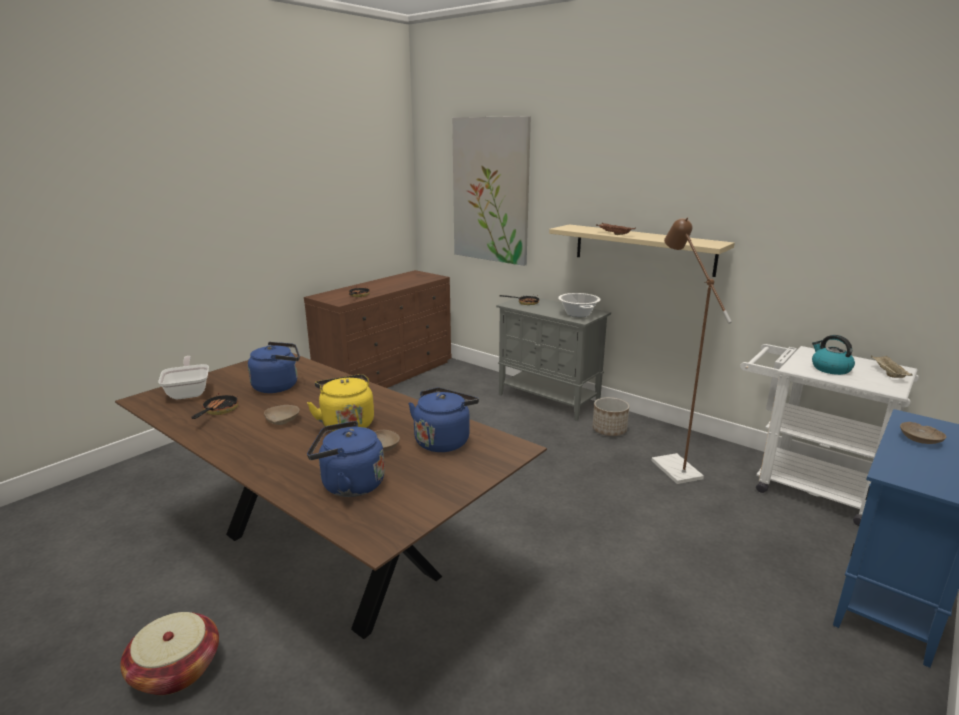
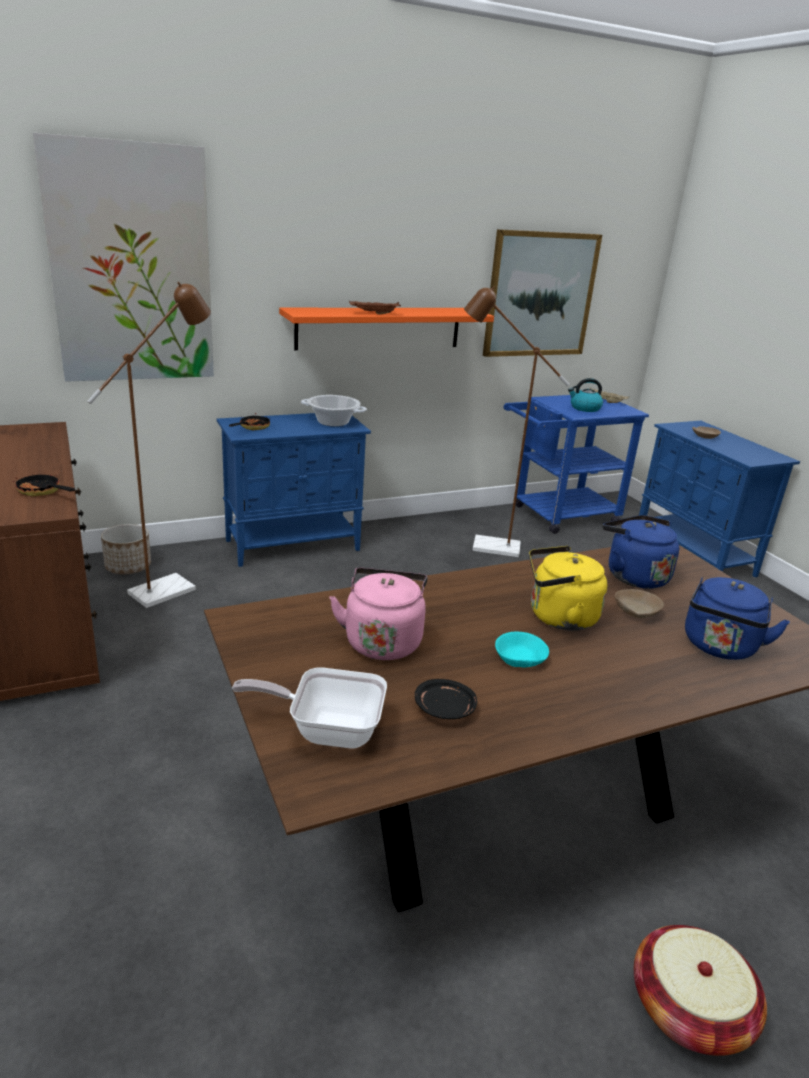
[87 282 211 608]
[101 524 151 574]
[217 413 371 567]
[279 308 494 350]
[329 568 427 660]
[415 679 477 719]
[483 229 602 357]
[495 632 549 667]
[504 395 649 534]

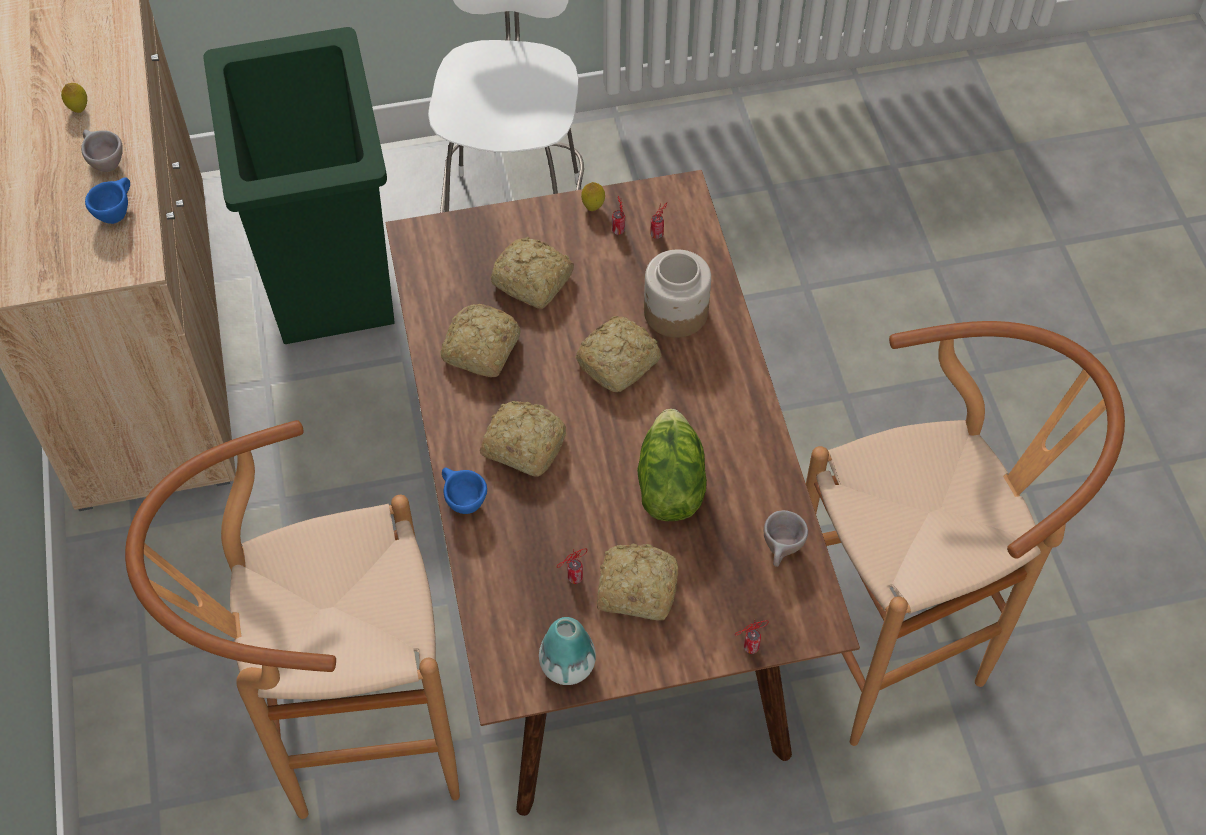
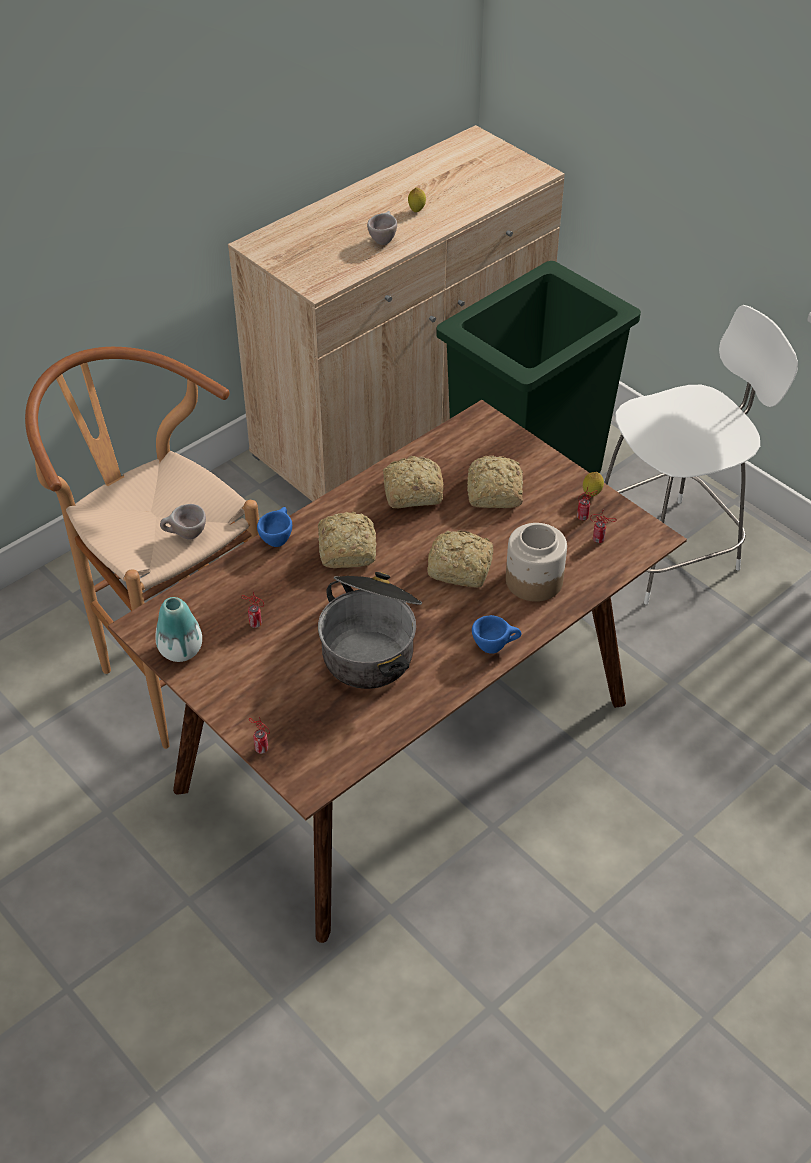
[160 504 206 539]
[318 572 422 689]
[472 615 521 654]
[597 544 678 620] (first image)
[806 321 1125 746] (first image)

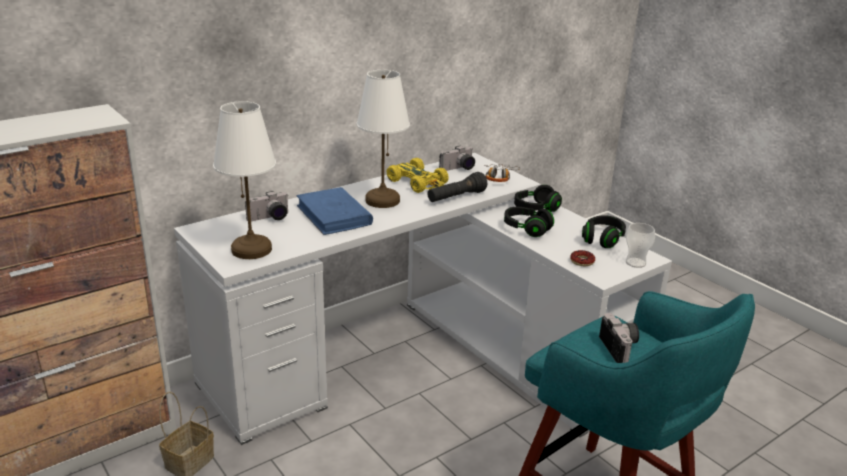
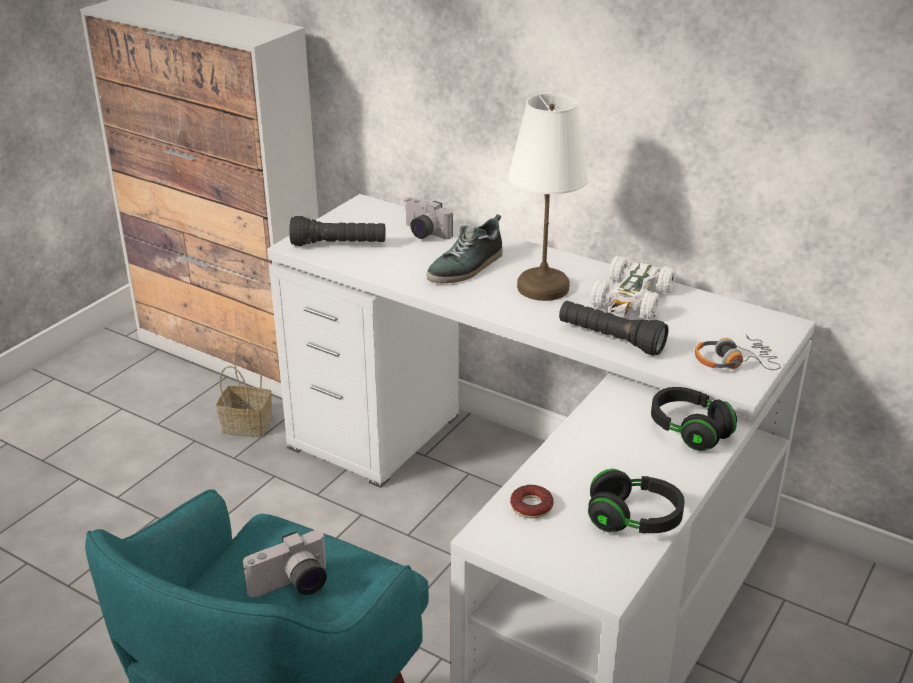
[289 216 386 246]
[426 214 502 283]
[590 256 676 319]
[439 146 475 171] (first image)
[504 207 554 237] (first image)
[626 223 655 268] (first image)

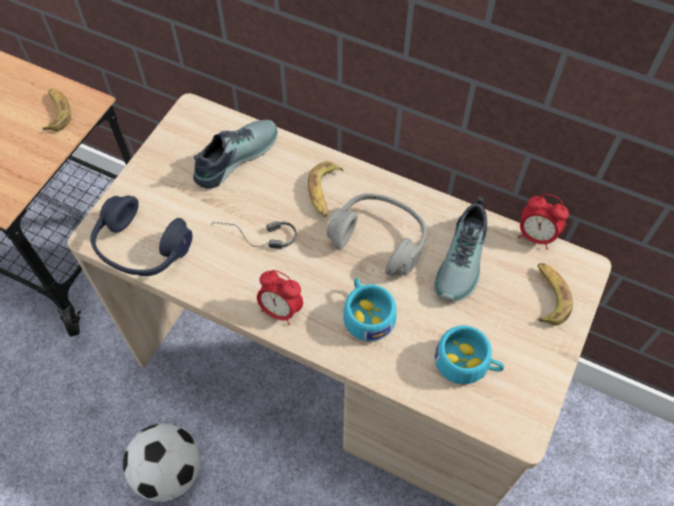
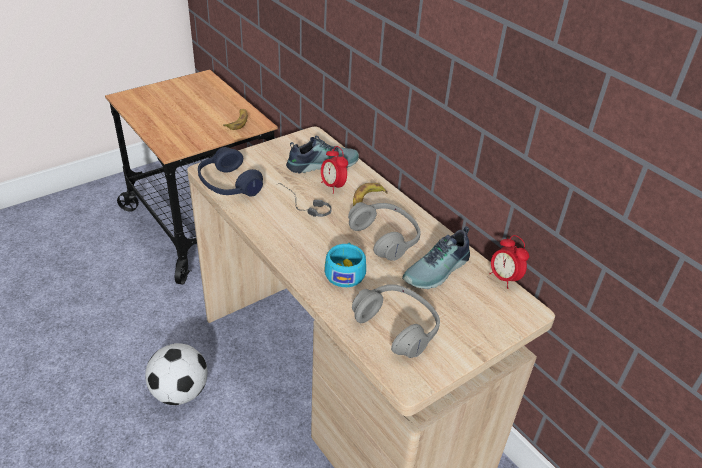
[321 146 348 194]
[352 284 440 358]
[537 263 573 325] (first image)

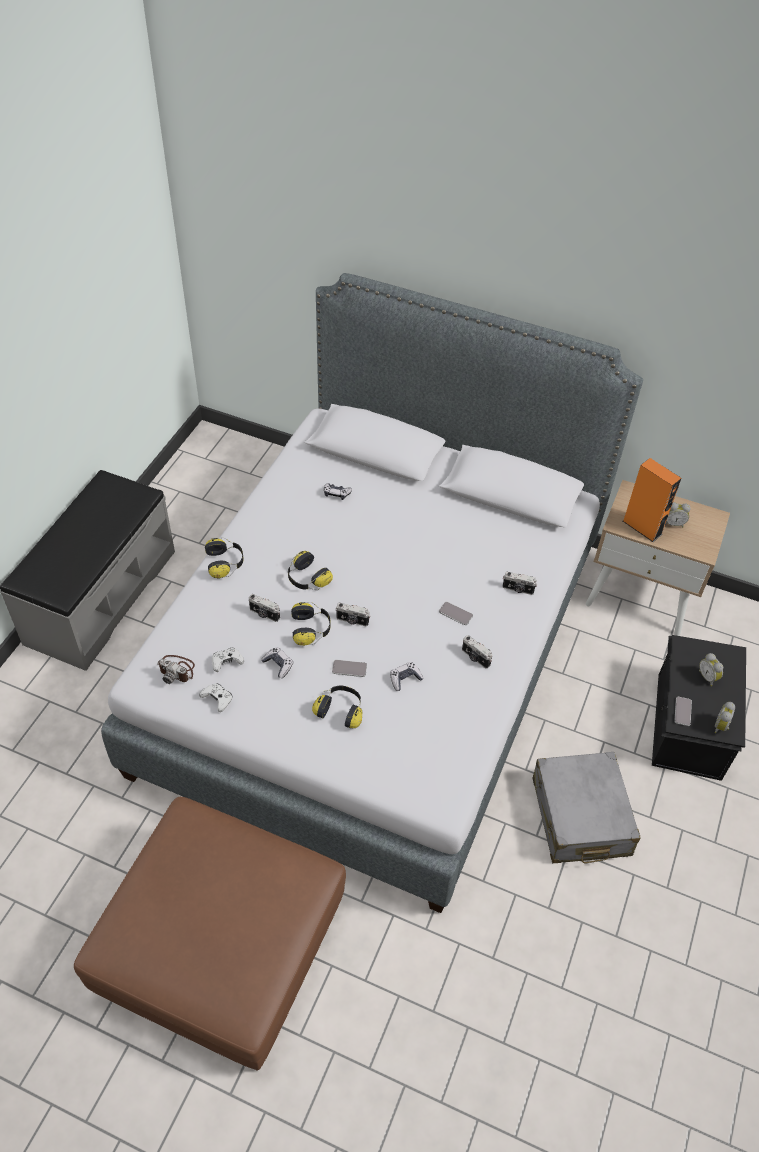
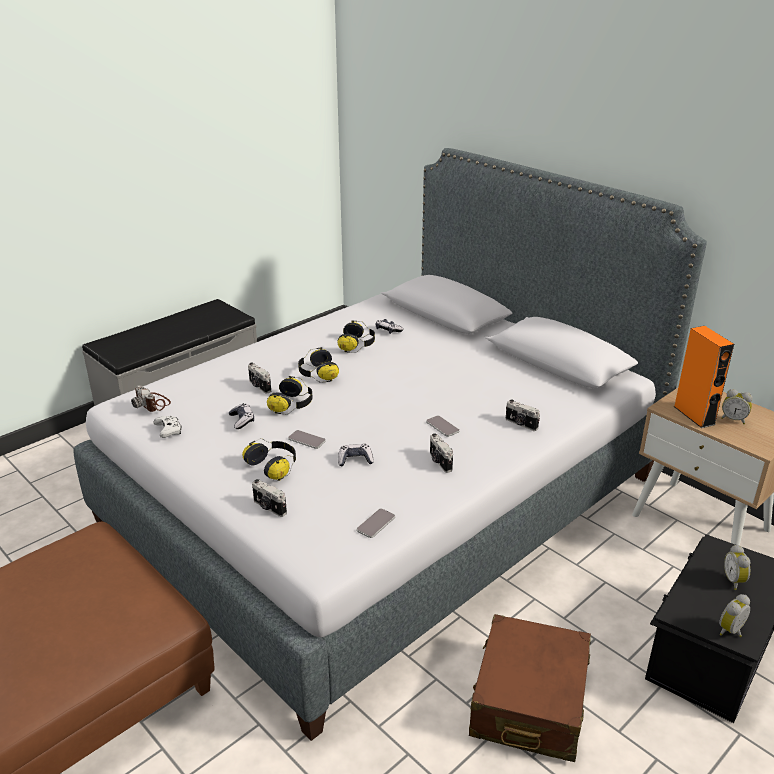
[252 479 287 517]
[337 320 375 353]
[357 508 395 538]
[469 614 591 762]
[212 647 244 672] (first image)

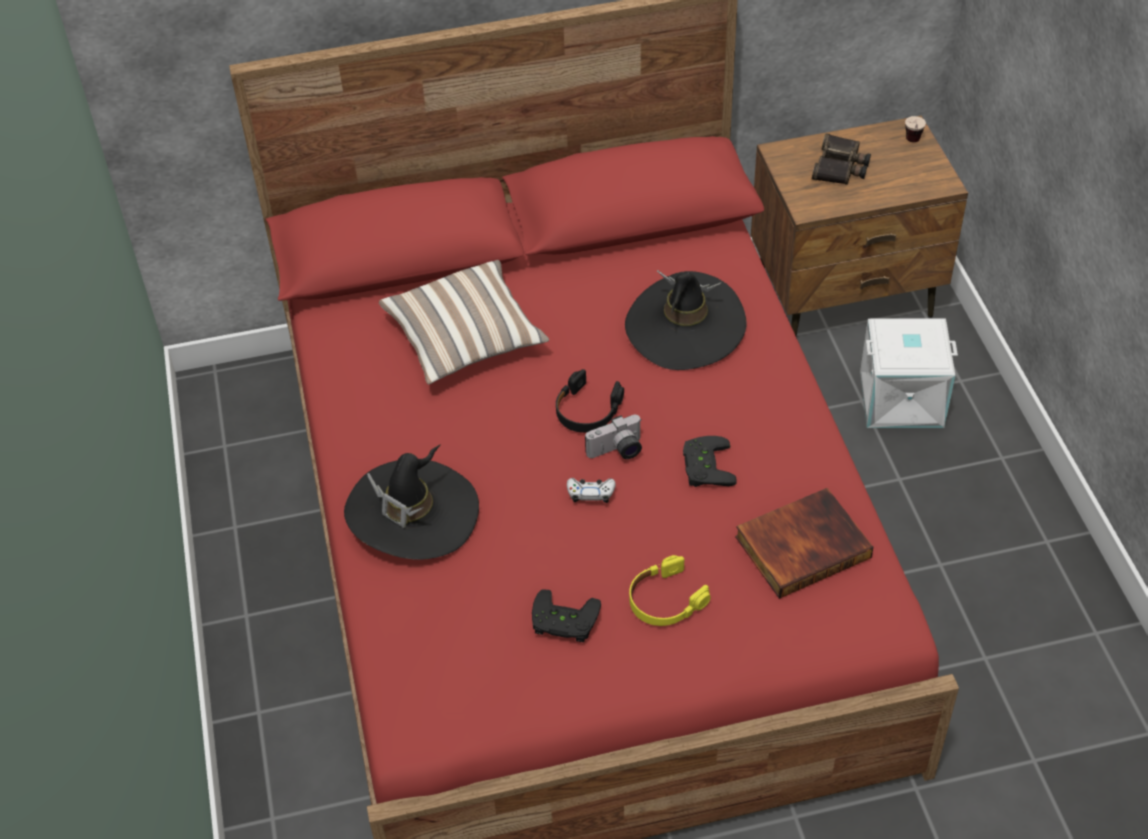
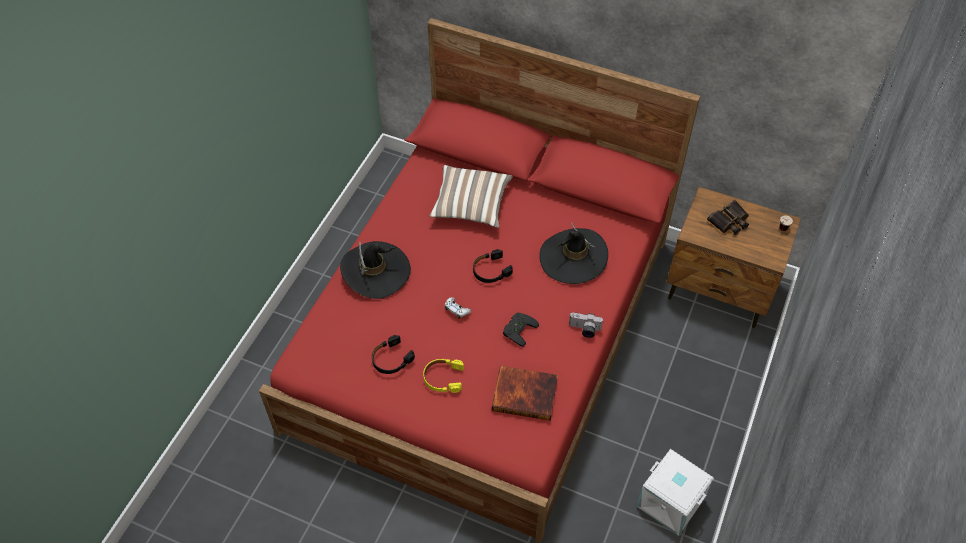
[372 335 415 374]
[569 313 603 338]
[636 449 714 536]

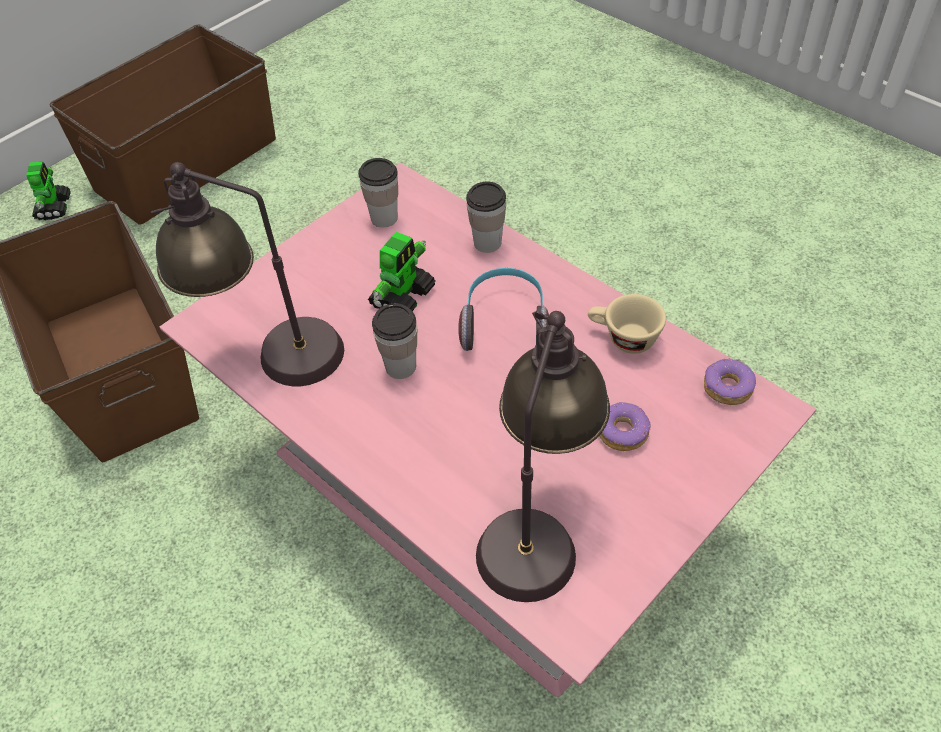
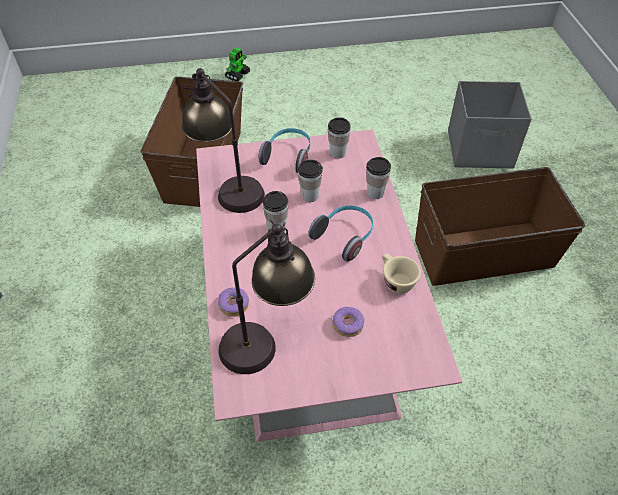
[218 288 249 317]
[258 128 310 173]
[298 160 323 202]
[415 167 585 286]
[448 81 532 168]

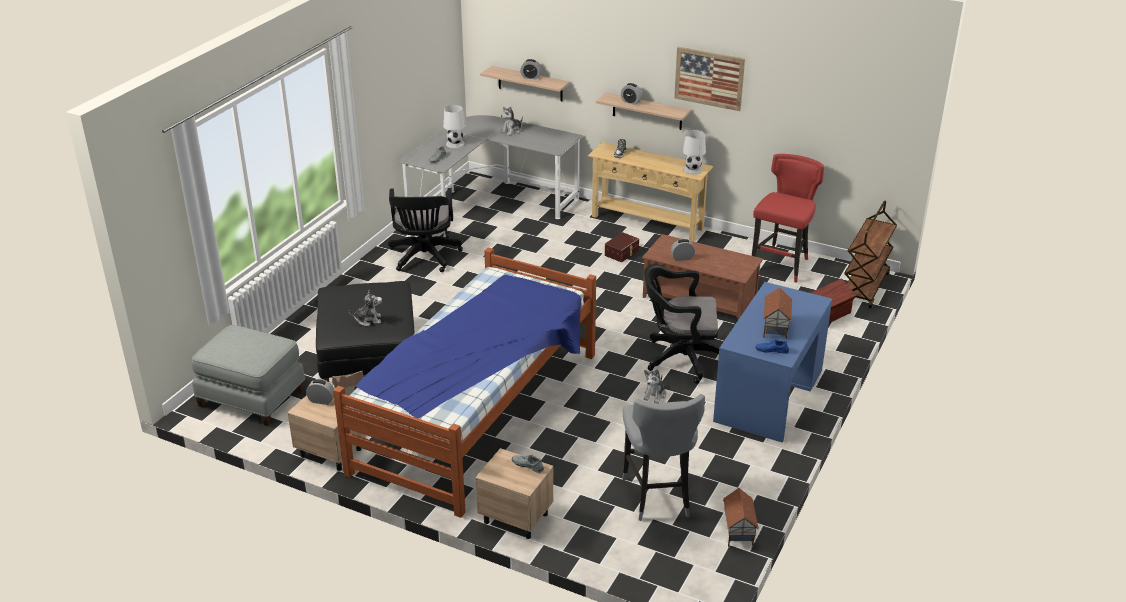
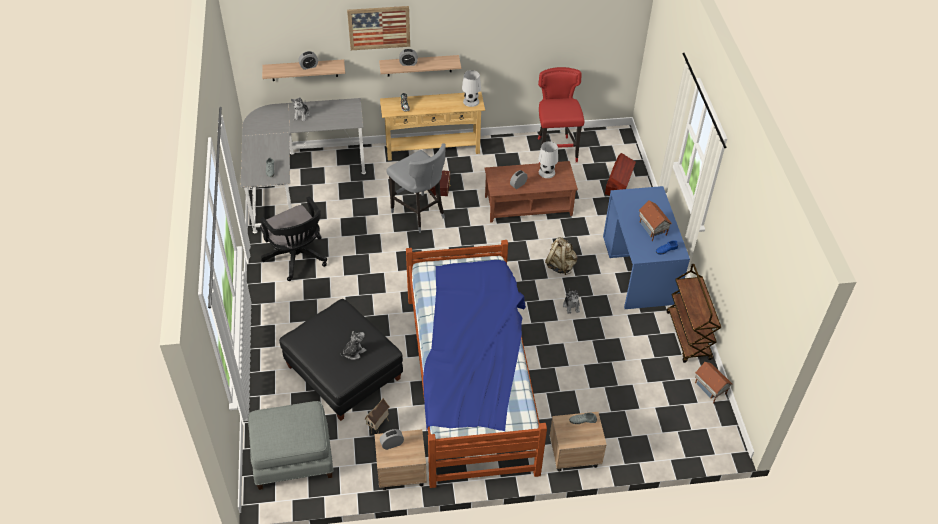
[347 6 410 50]
[387 143 446 233]
[538 141 558 178]
[545 237 578 275]
[667 264 721 363]

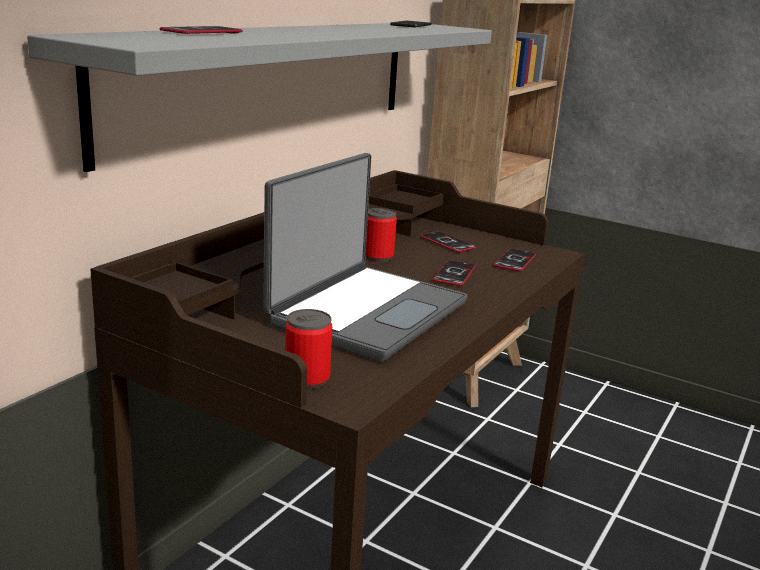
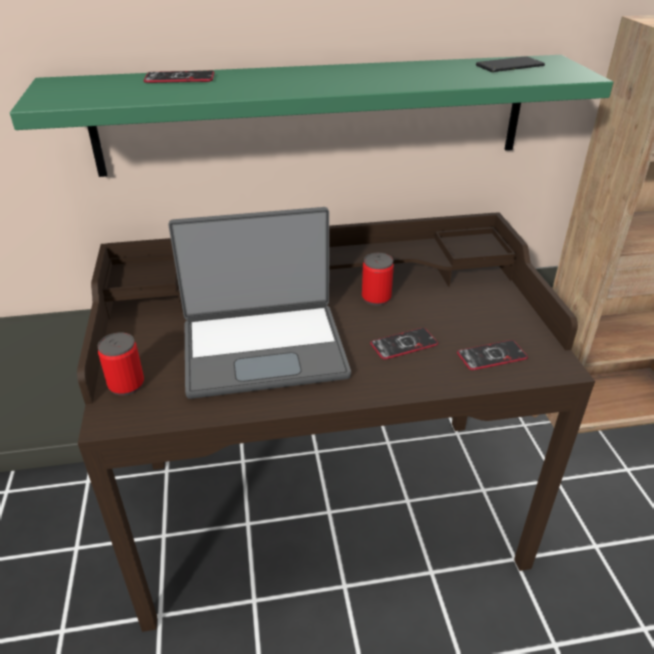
[10 55 613 177]
[420 231 476 252] (first image)

